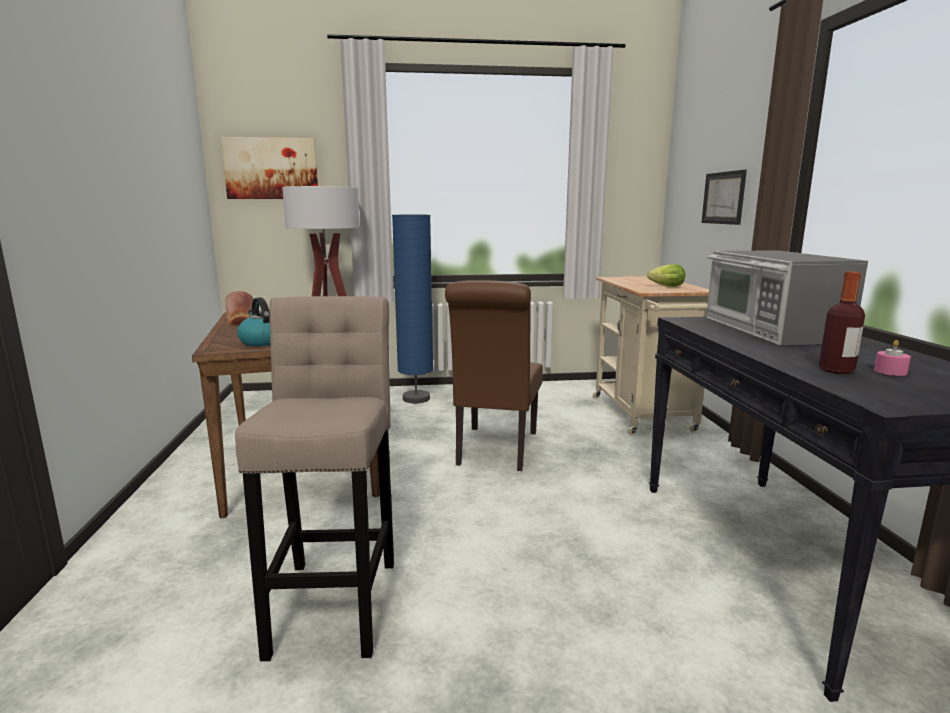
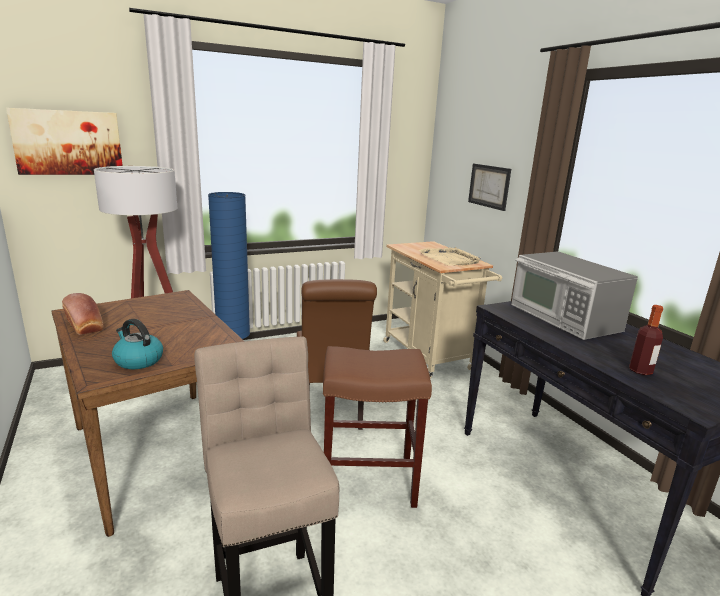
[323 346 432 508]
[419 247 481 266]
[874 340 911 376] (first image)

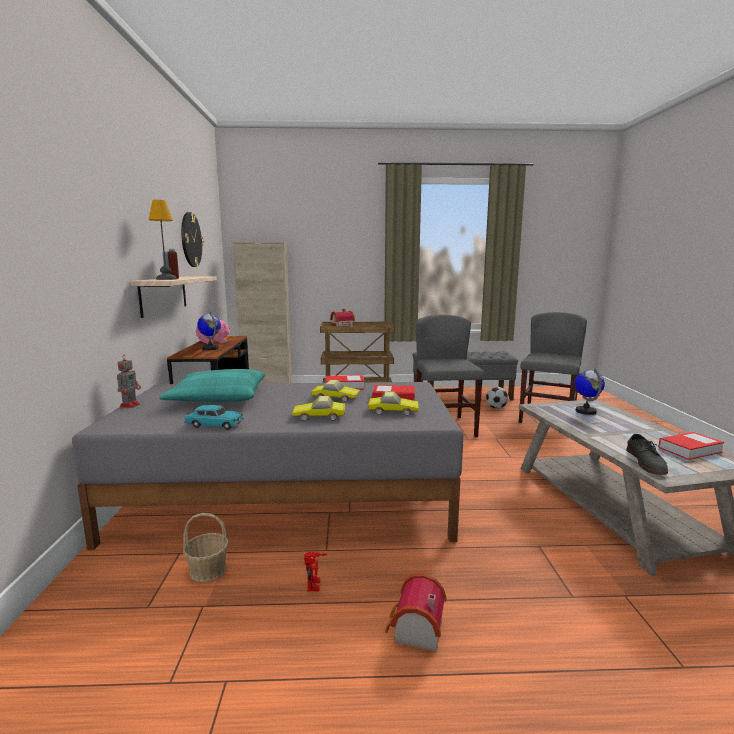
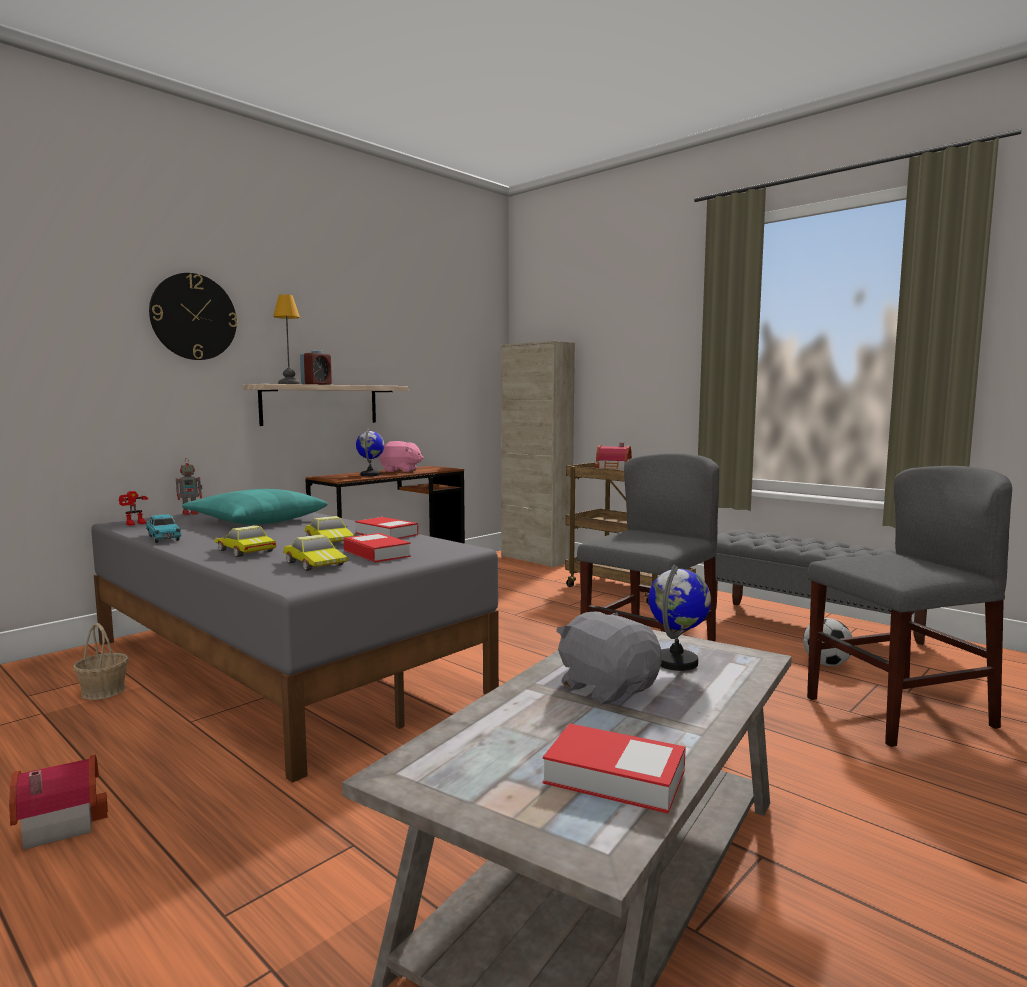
[119 491 148 526]
[149 273 237 360]
[556 612 662 704]
[626 434 668 475] (first image)

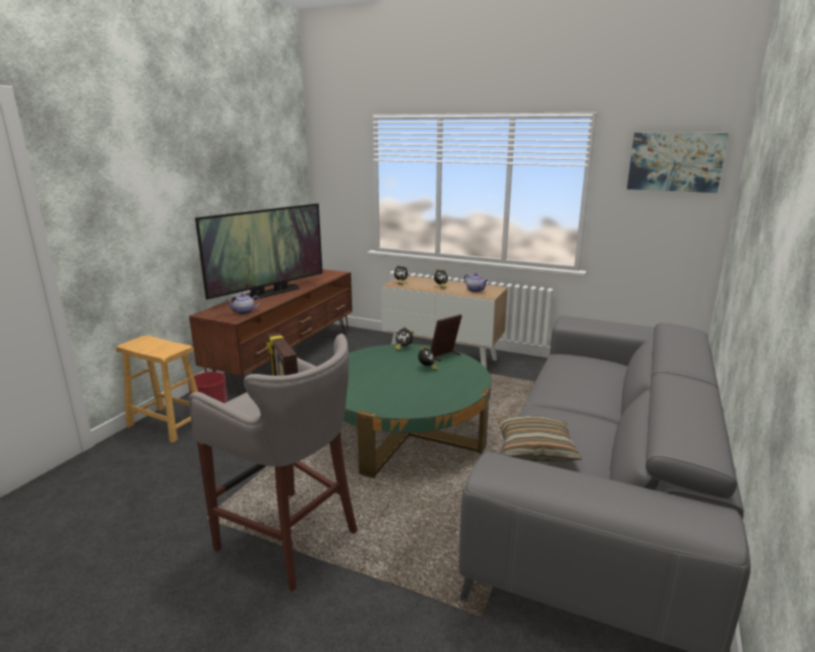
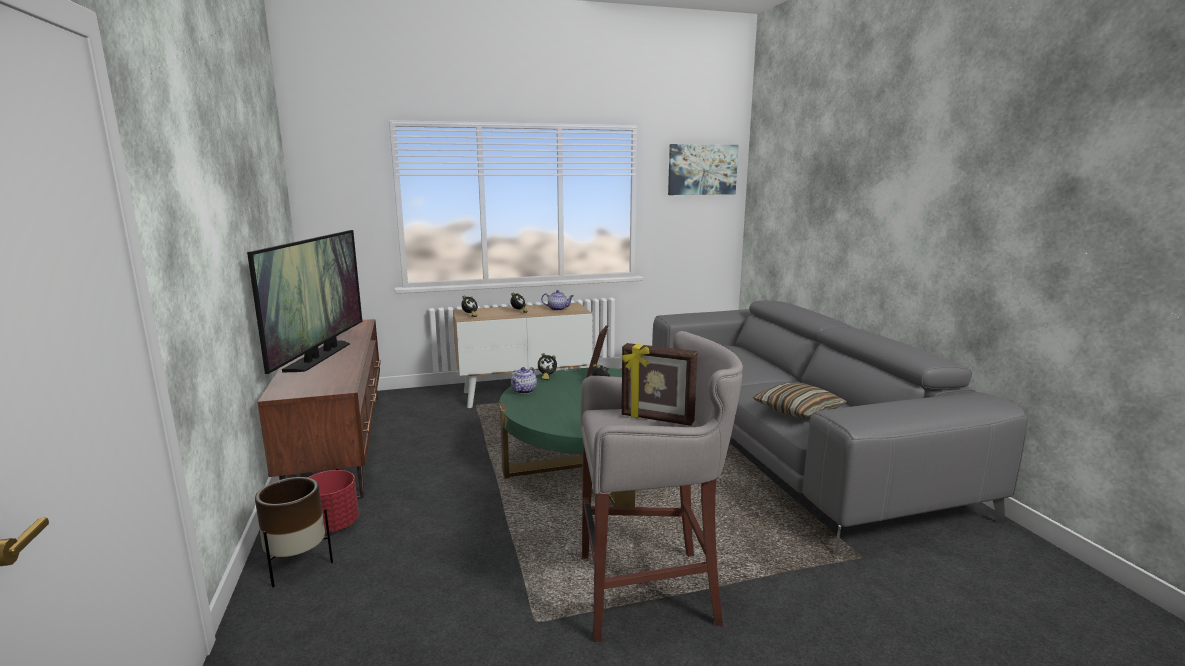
[255 477 333 587]
[511 367 537 394]

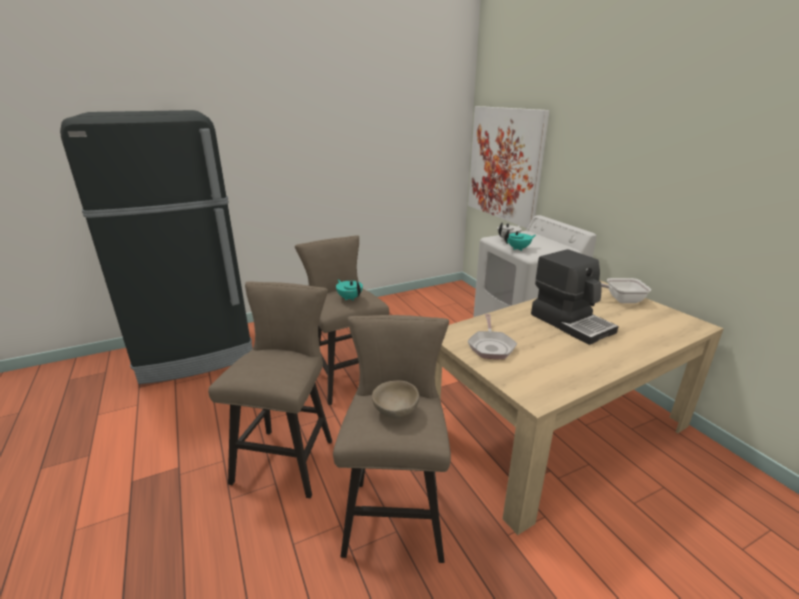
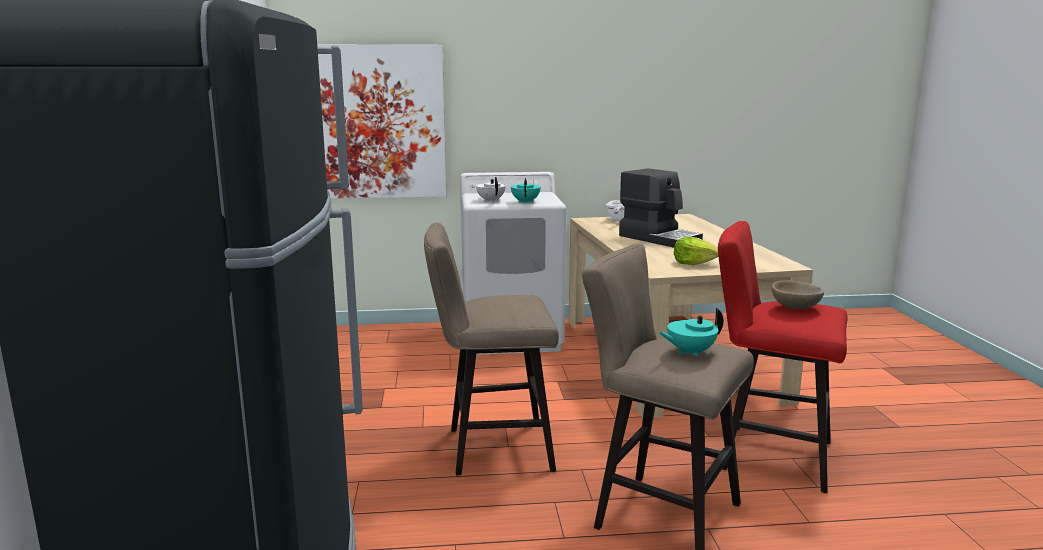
[619 168 703 248]
[658 308 724 357]
[674 236 719 265]
[718 221 848 493]

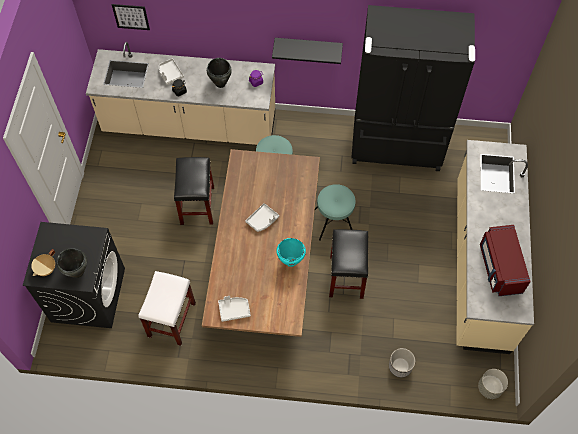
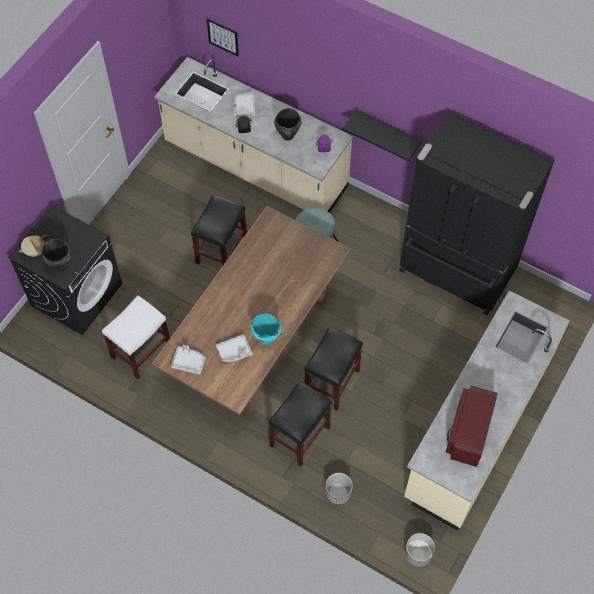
[216 334 253 362]
[268 381 332 466]
[314 184 356 241] (first image)

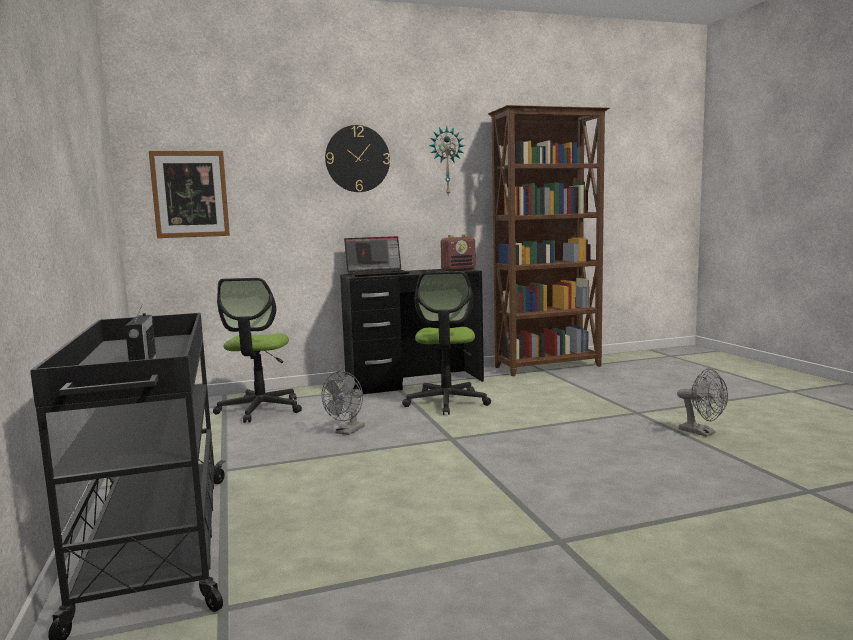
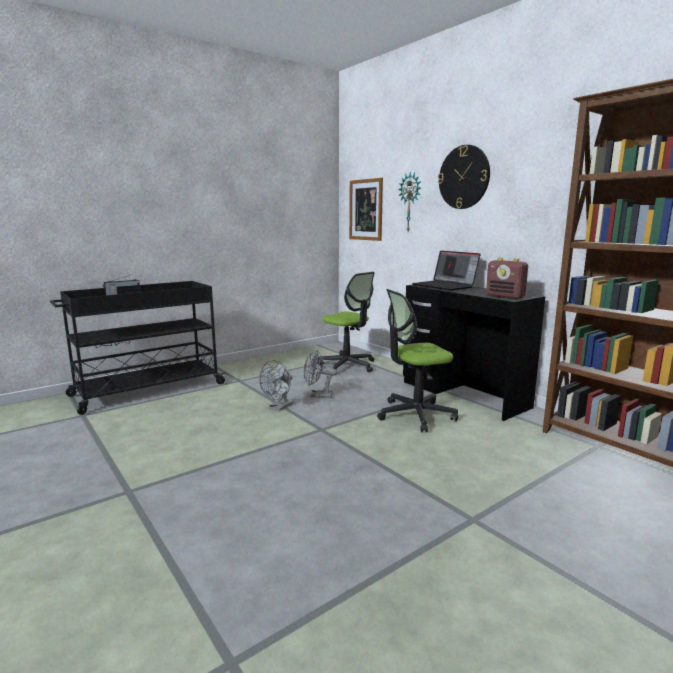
[259 360 293 411]
[318 272 375 372]
[398 172 421 231]

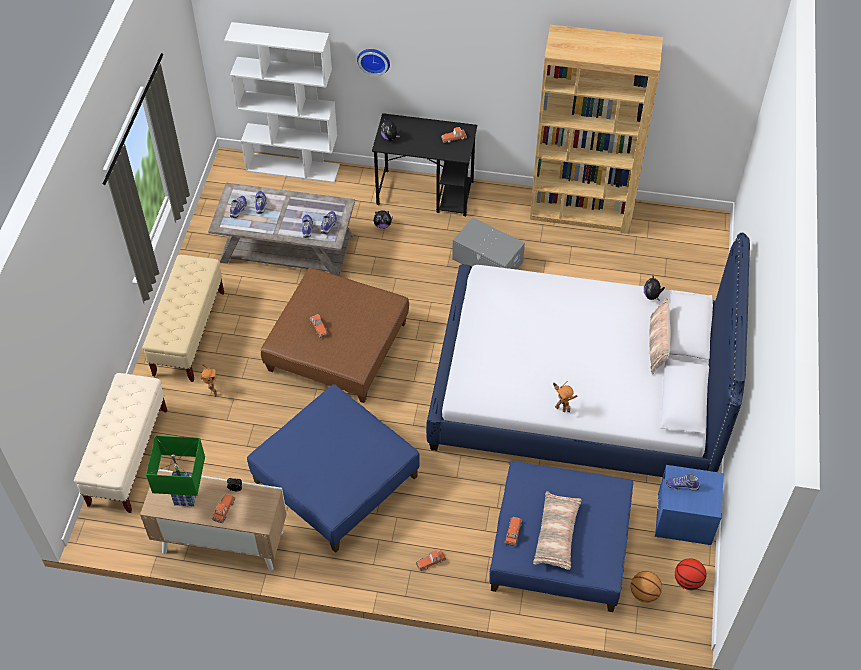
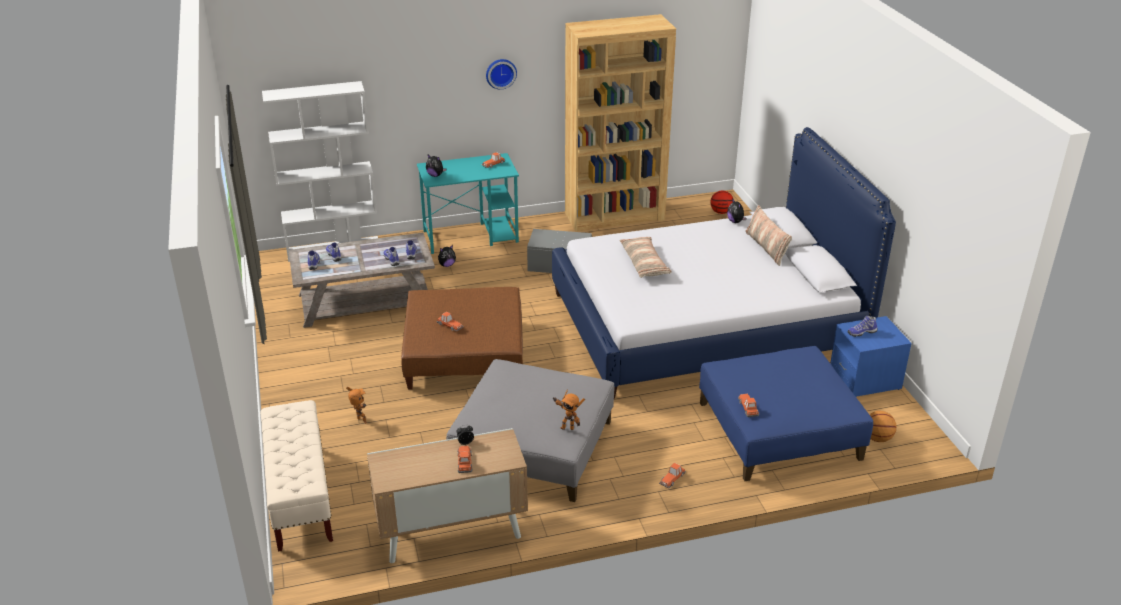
[417 153 519 254]
[446 359 615 502]
[486 59 517 90]
[552 389 585 430]
[620 237 671 278]
[710 191 733 214]
[142 255 224 382] (first image)
[146 435 205 507] (first image)

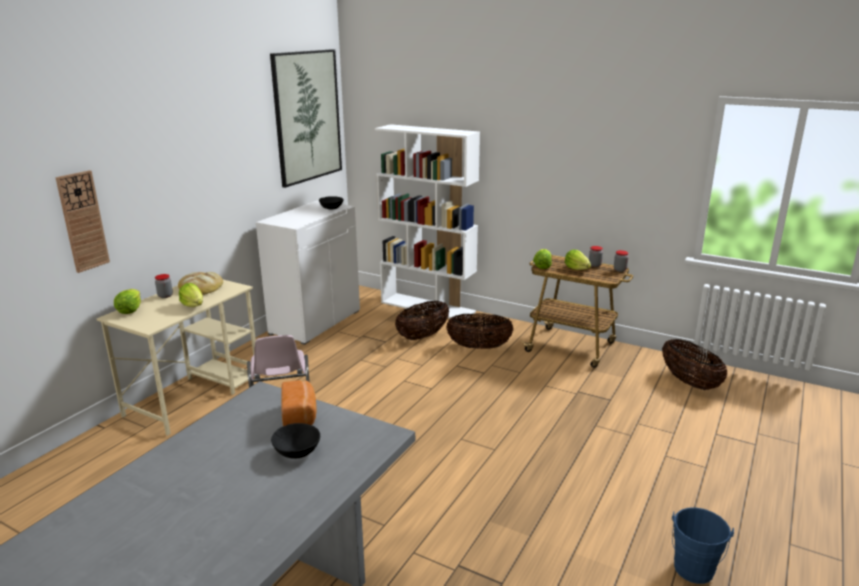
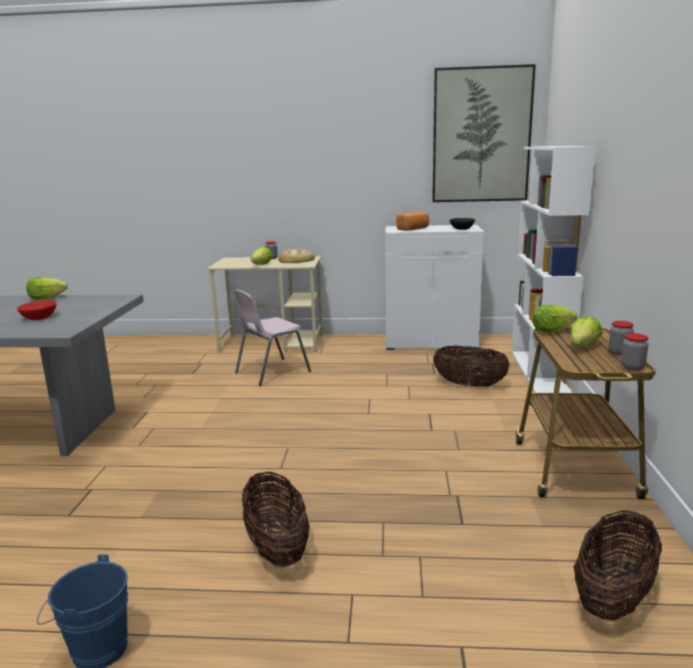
[17 300 57 320]
[26 277 68 300]
[242 472 310 567]
[396 212 429 231]
[55 170 110 273] (first image)

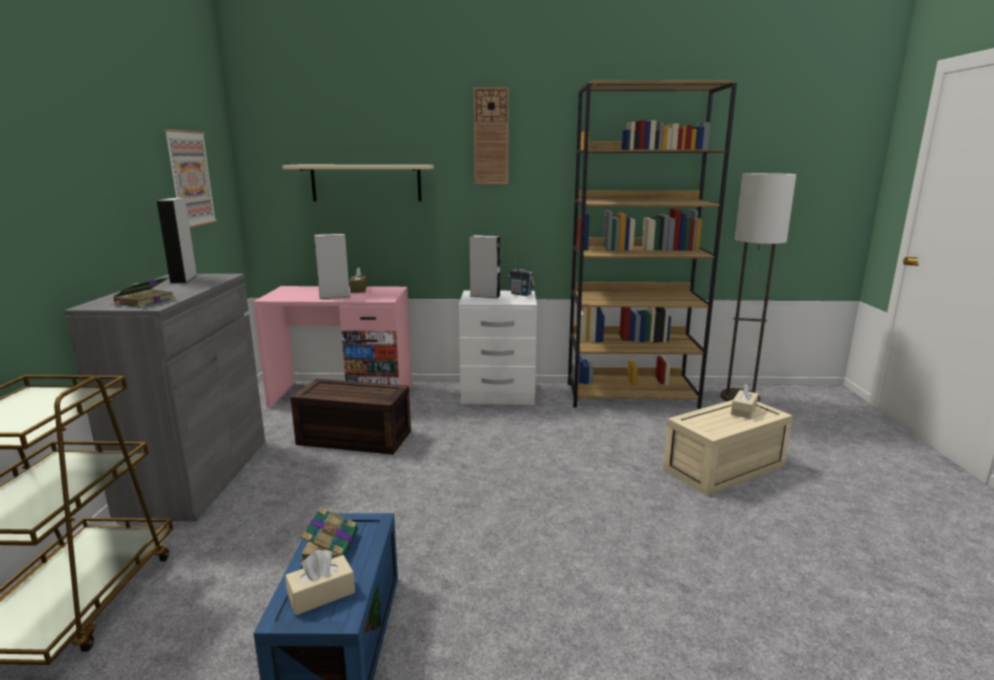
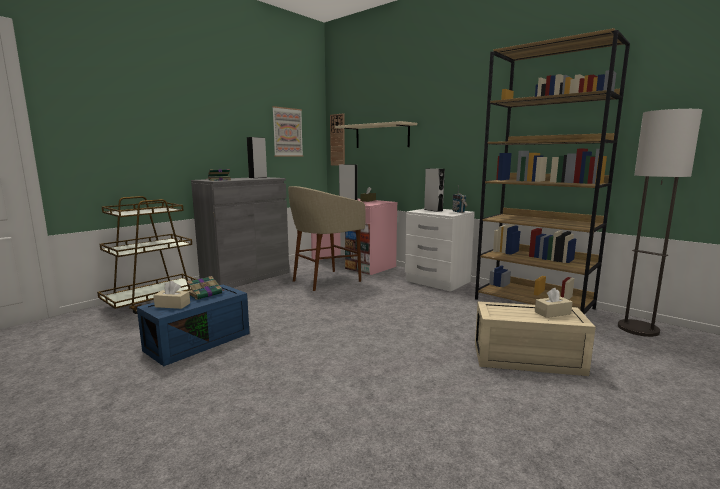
[288 186 365 291]
[330 114 345 166]

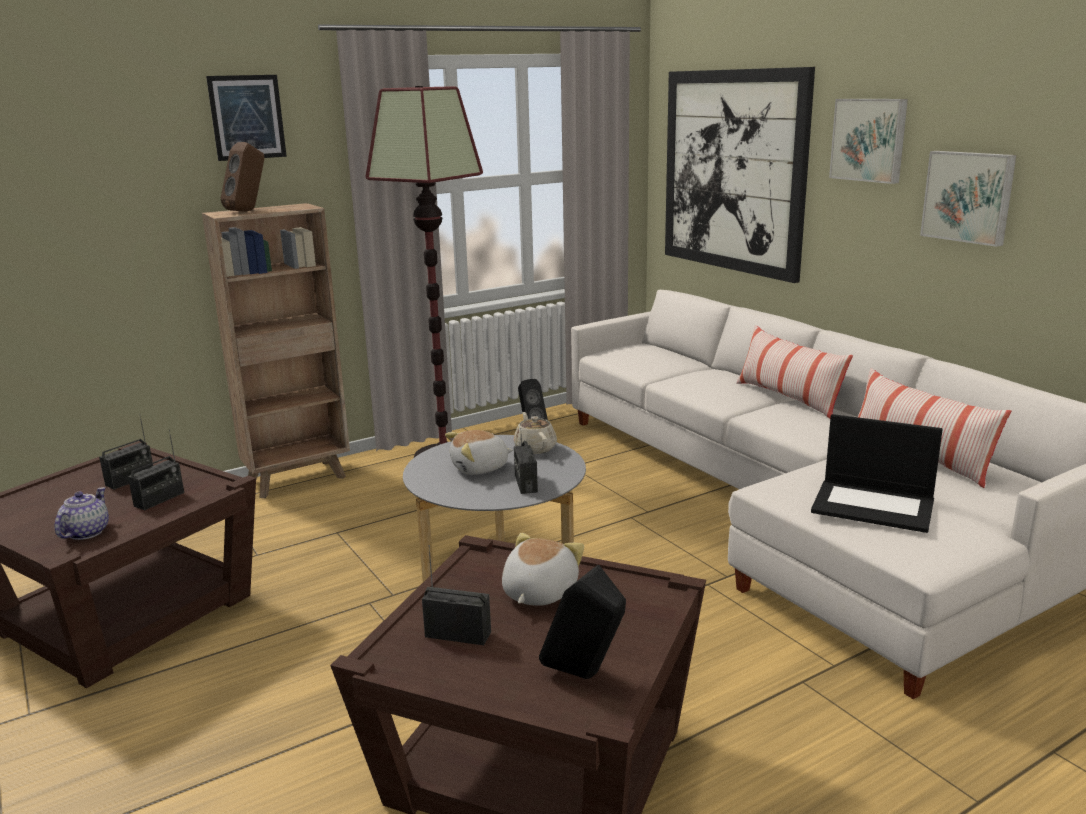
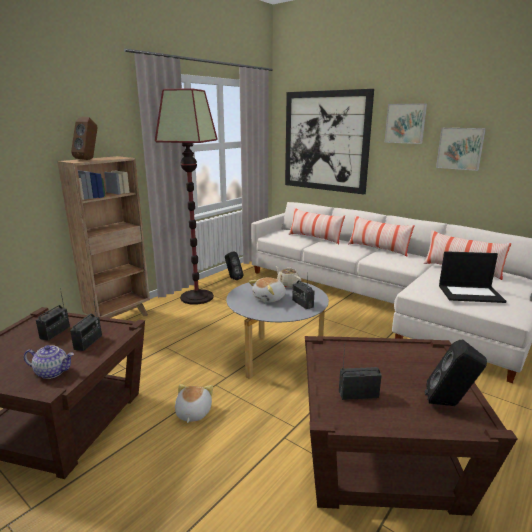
[24 345 74 379]
[175 384 213 423]
[288 207 345 244]
[206 75 287 161] (first image)

